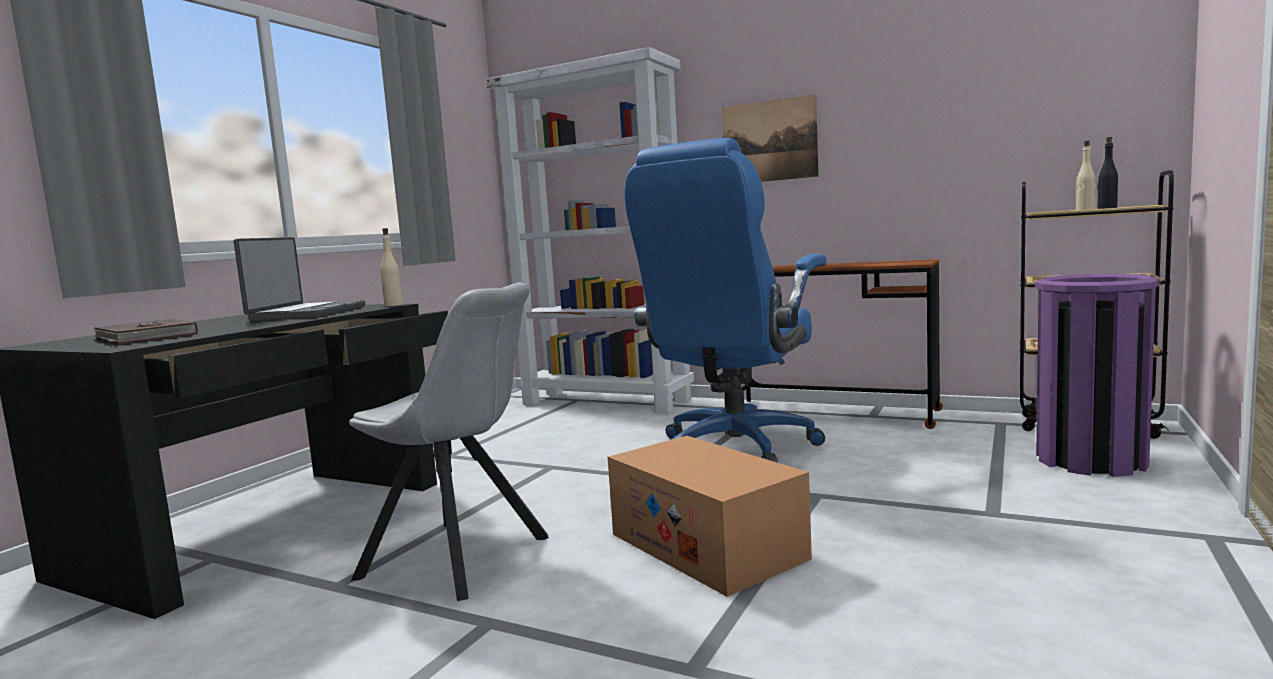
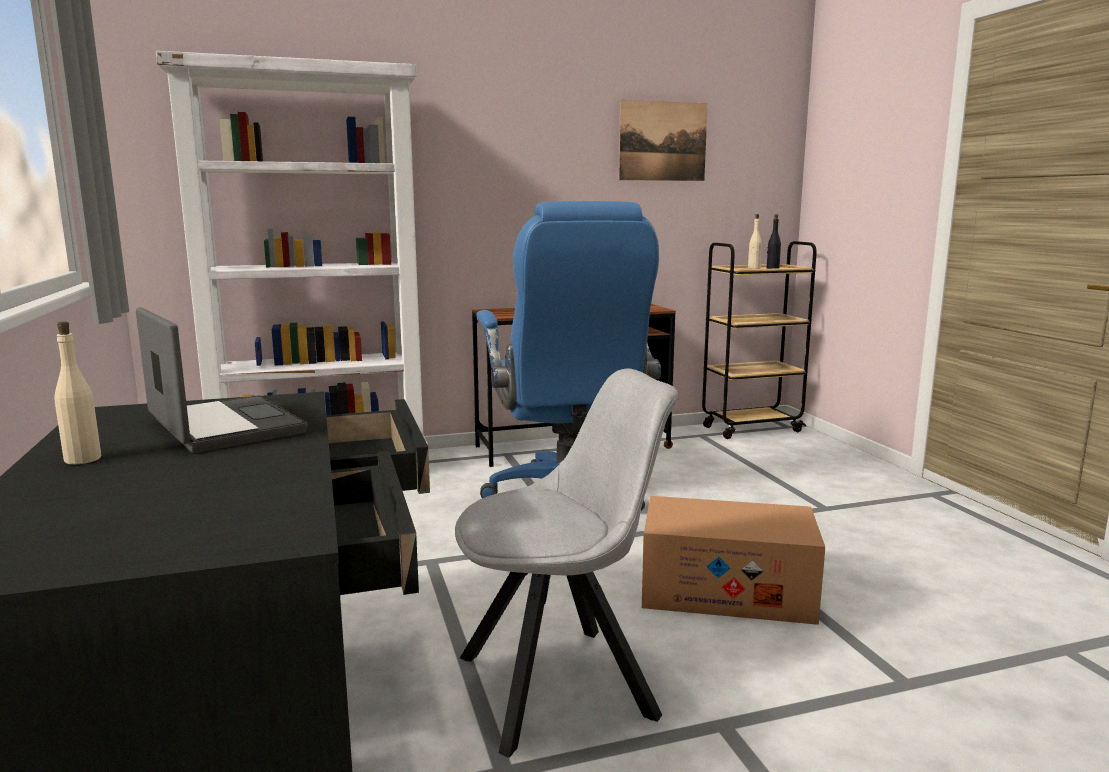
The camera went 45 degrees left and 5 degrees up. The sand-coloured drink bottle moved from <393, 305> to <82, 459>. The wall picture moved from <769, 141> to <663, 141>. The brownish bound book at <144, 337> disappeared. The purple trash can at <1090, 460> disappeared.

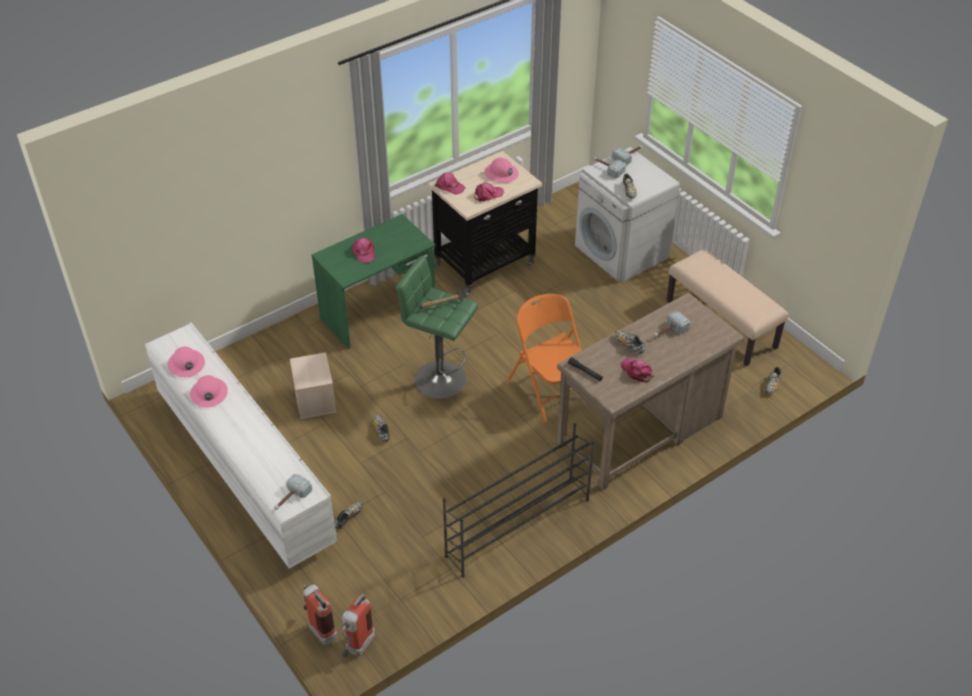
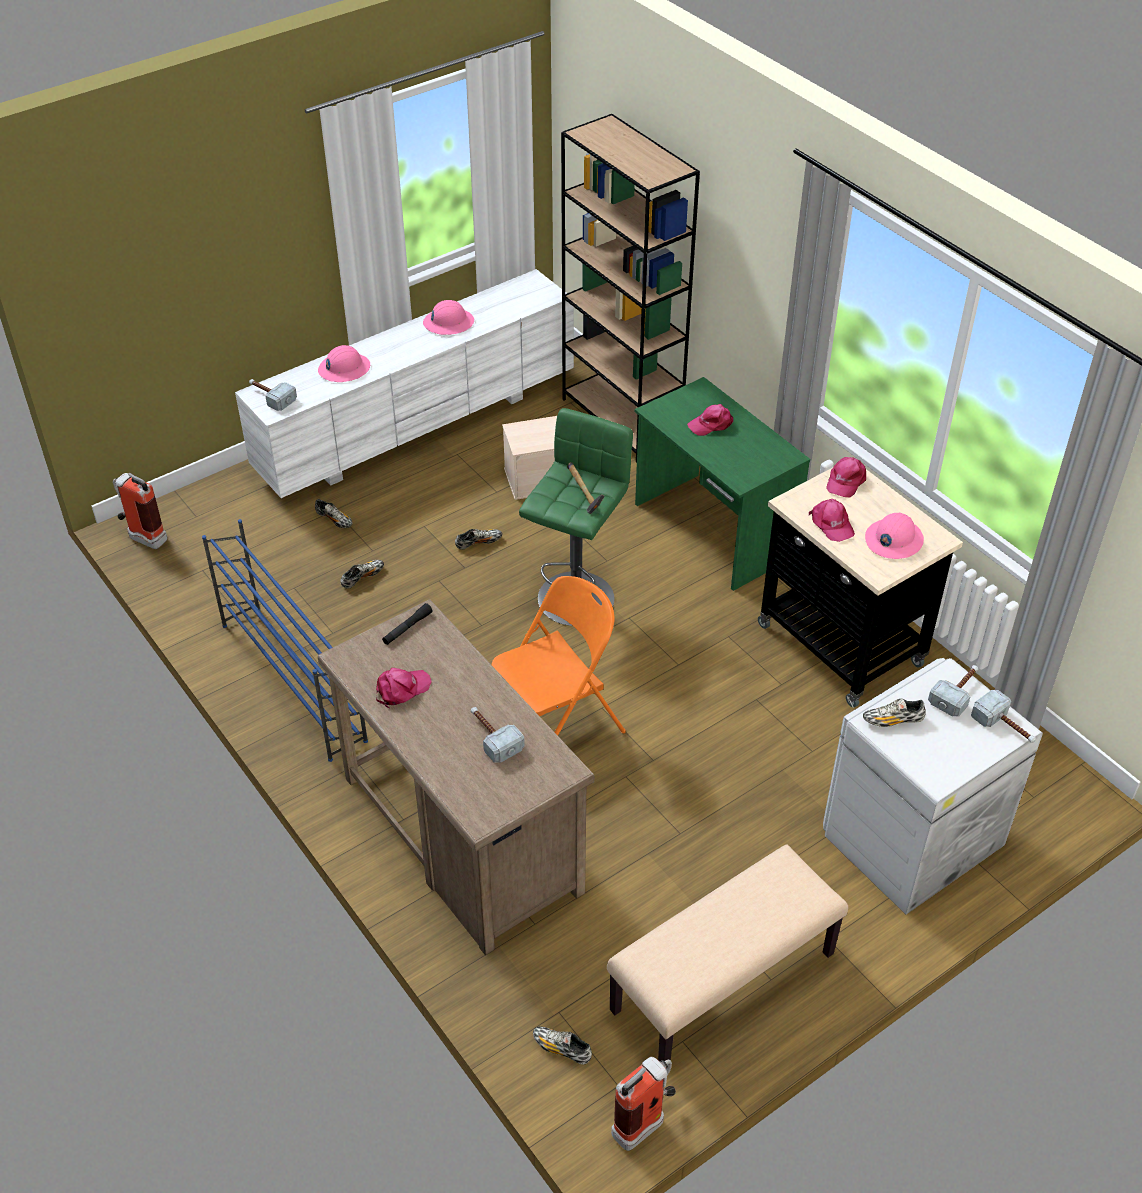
The camera went 90 degrees right and 0 degrees up. The blackish shoe stand at <517, 527> became the blue-coloured shoe stand at <292, 680>. The pink safety helmet moved from <186, 364> to <344, 369>. The low shoe moved from <629, 345> to <362, 577>. The sand-coloured bookcase at <622, 420> appeared. The extinguisher moved from <319, 628> to <645, 1122>.

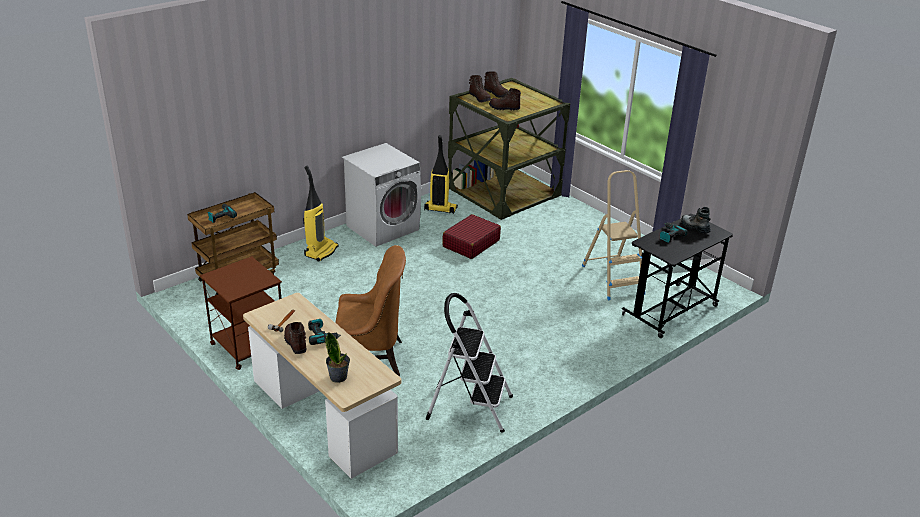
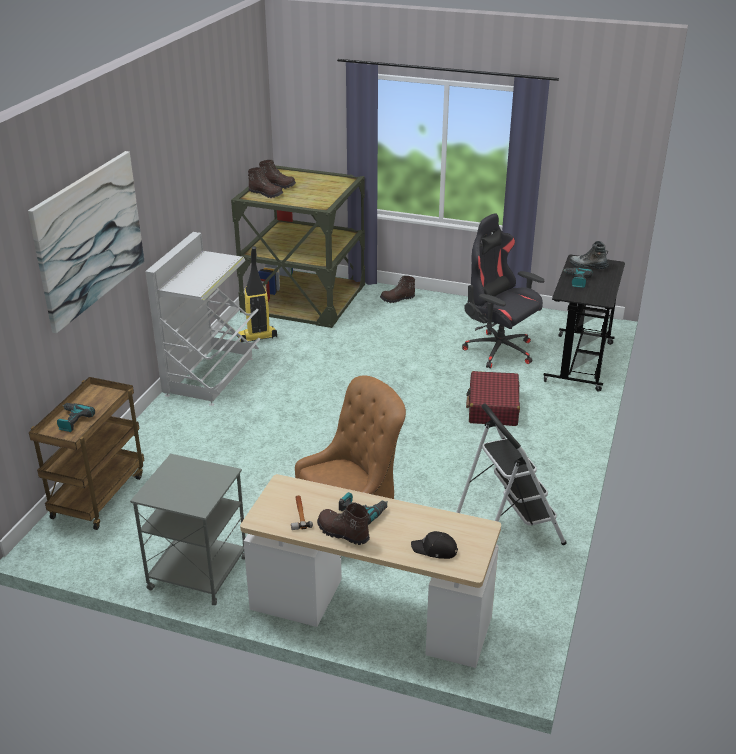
The camera went 30 degrees left and 0 degrees up. The wall picture at <89, 238> appeared. The brownish cart at <247, 346> became the greyish cart at <197, 572>. The white laundry appliance at <382, 227> was replaced by the white shoe stand at <213, 377>. The brownish boot moved from <504, 108> to <397, 299>. The potted plant at <338, 377> was replaced by the blackish baseball cap at <435, 550>. The sand-coloured step stool at <613, 280> was replaced by the blackish computer chair at <500, 351>. The red-coloured travel case moved from <471, 243> to <493, 407>. The vacuum cleaner at <321, 251> disappeared.

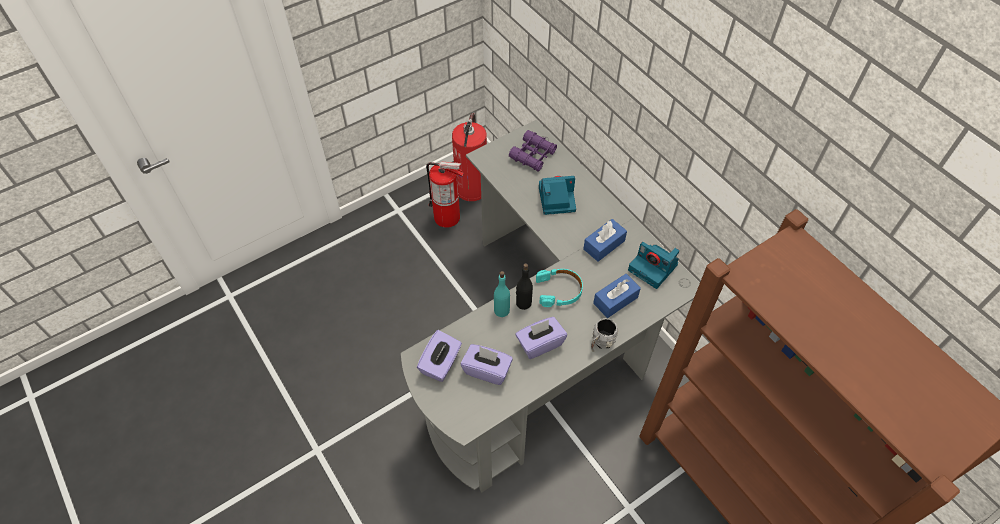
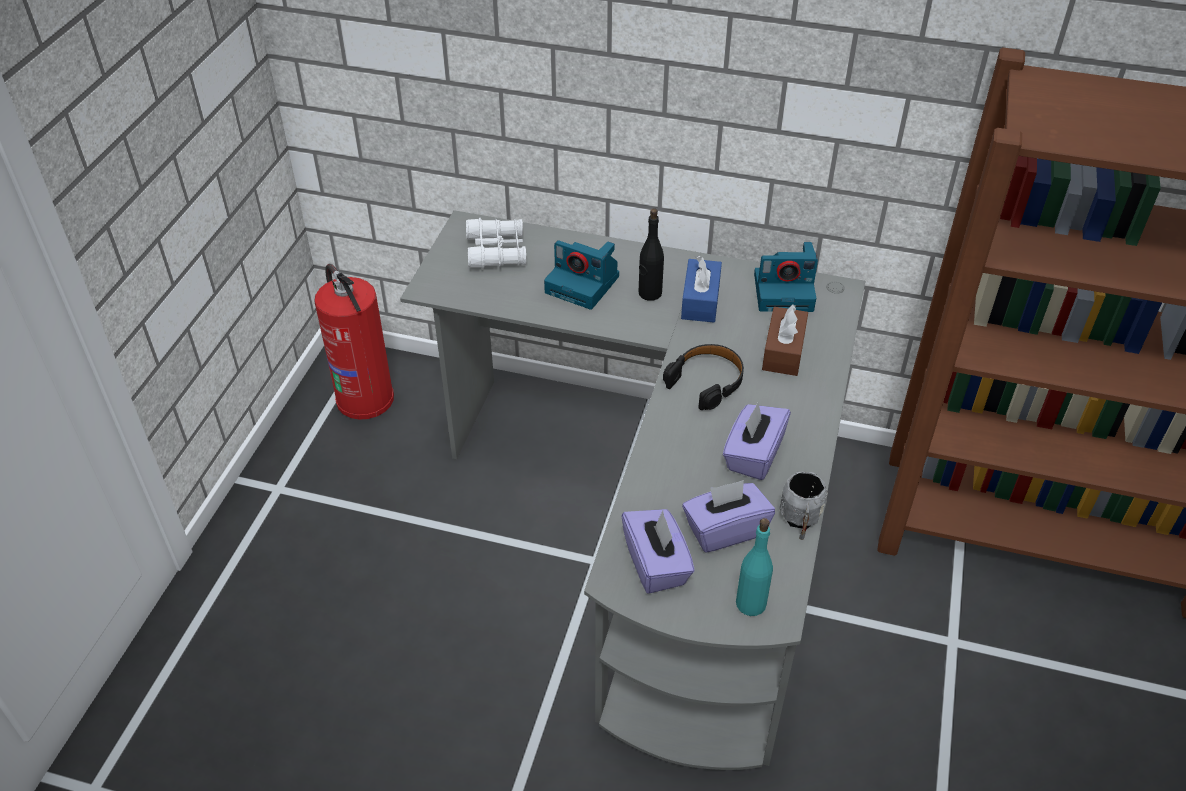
The camera went 40 degrees left and 10 degrees down. The purple field glasses at <533, 155> became the white field glasses at <496, 251>. The photo camera at <556, 199> turned 105 degrees counterclockwise. The blackish drink bottle moved from <523, 303> to <649, 293>. The turquoise pair of headphones at <559, 290> became the blackish pair of headphones at <706, 381>. The turquoise drink bottle moved from <502, 310> to <750, 603>. The blue-coloured tissue box at <615, 300> became the brownish tissue box at <783, 351>. The greyish tea mug moved from <600, 343> to <800, 521>. The extinguisher at <447, 217> disappeared.

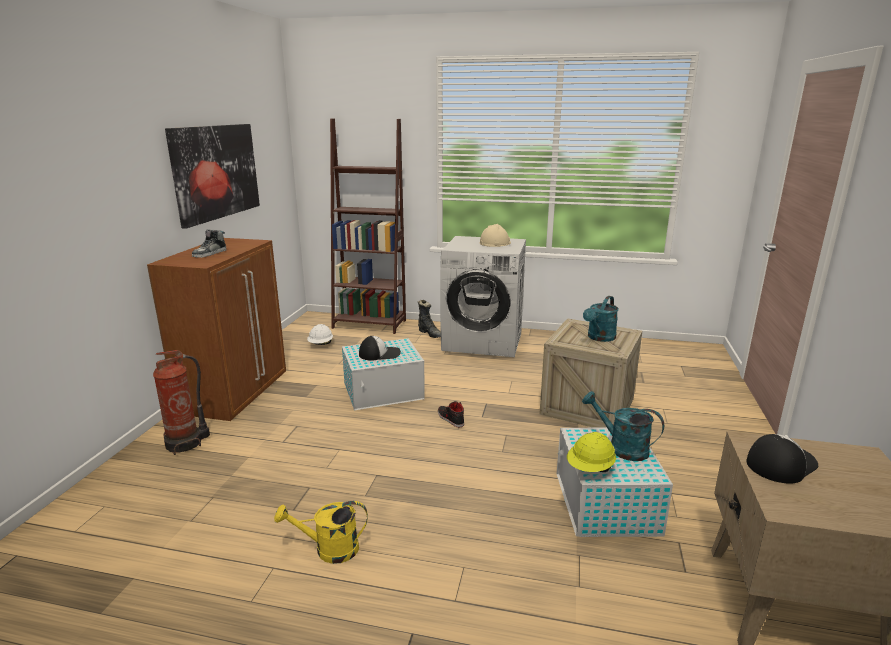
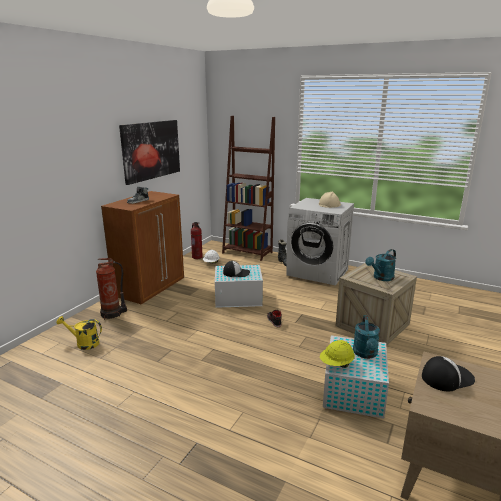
The camera went 15 degrees right and 0 degrees up. The yellow sprinkling can moved from <329, 550> to <84, 343>. The extinguisher at <197, 257> appeared. The turquoise sprinkling can at <621, 447> turned 135 degrees counterclockwise.

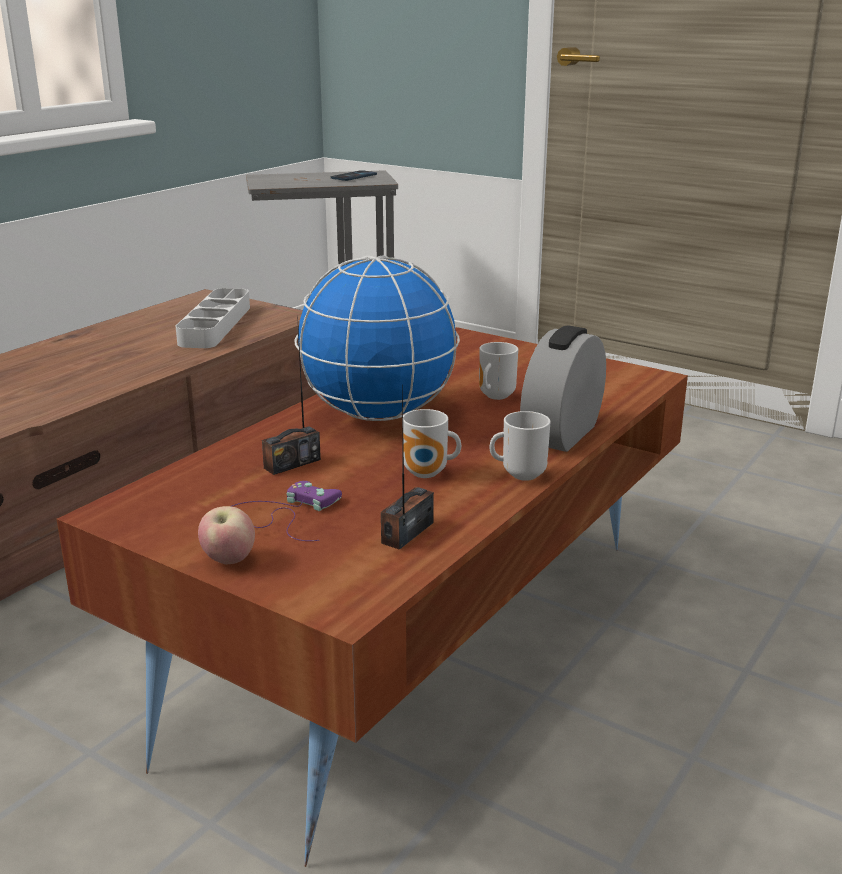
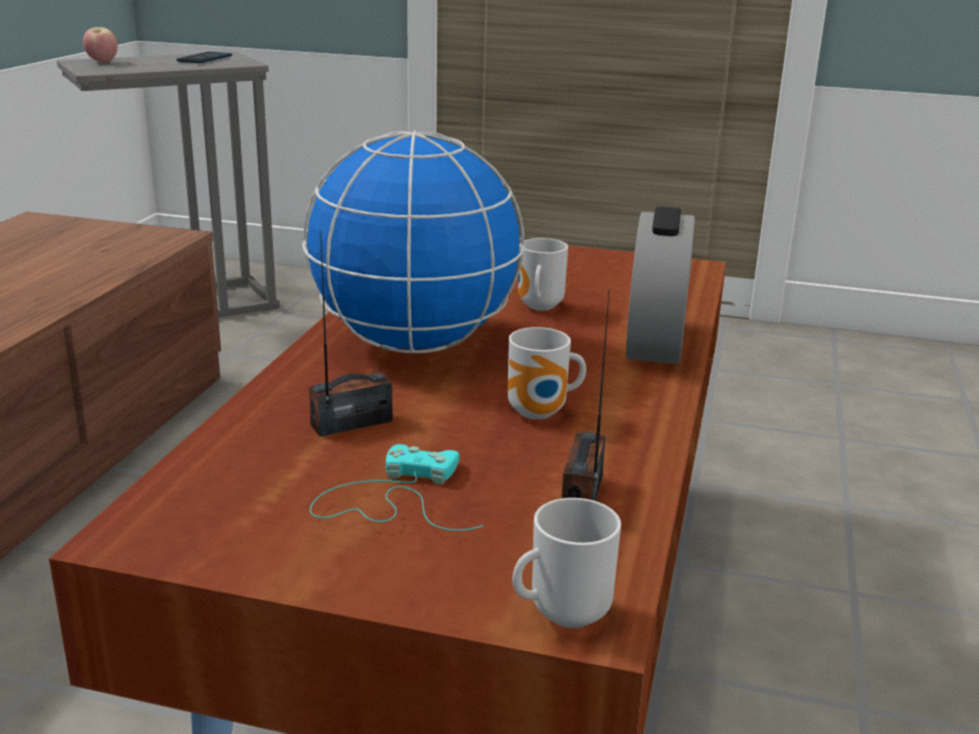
The camera went 20 degrees left and 0 degrees up. The whole apple moved from <229, 560> to <102, 62>. The radio receiver at <292, 463> turned 150 degrees counterclockwise. The purple joypad at <281, 515> became the turquoise joypad at <394, 498>. The tea mug moved from <520, 474> to <562, 614>. The greyish serving tray at <215, 325> disappeared.

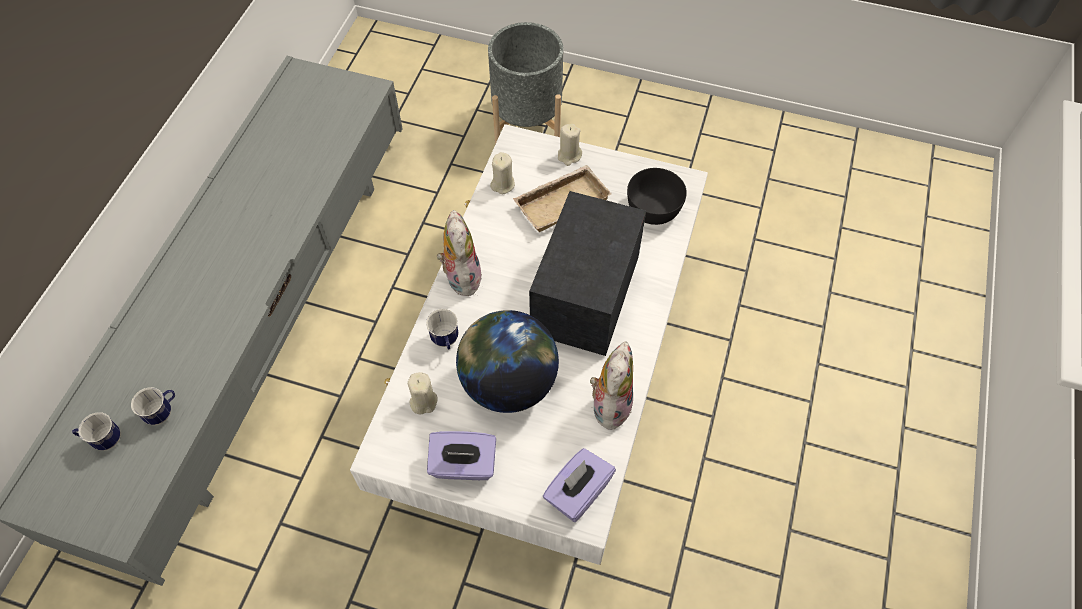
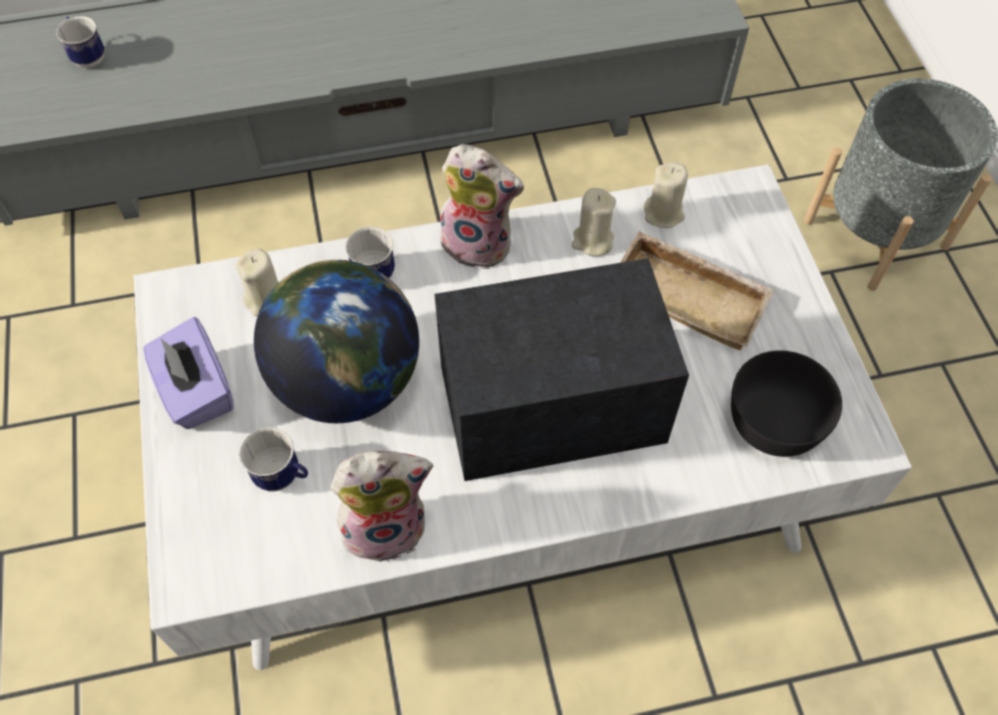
The camera went 60 degrees right and 0 degrees up. The tea mug moved from <163, 412> to <283, 477>. The soft toy at <461, 276> turned 60 degrees clockwise. The sand-coloured wax candle moved from <569, 156> to <592, 241>. The purple tissue box at <577, 492> disappeared.

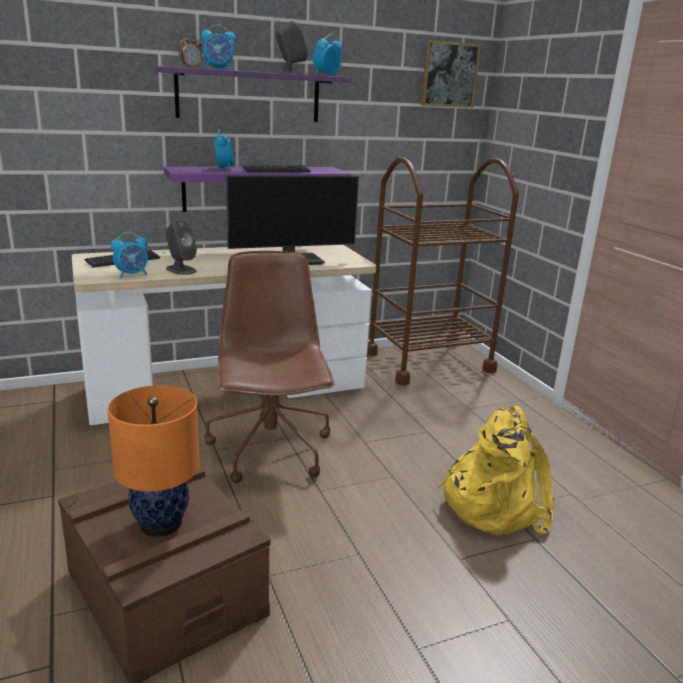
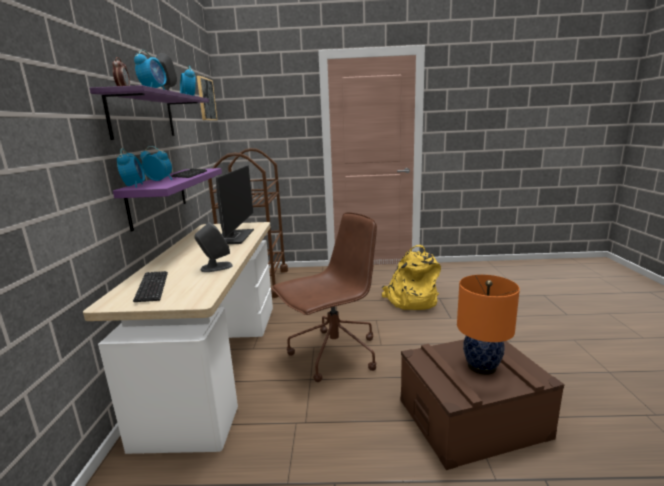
The camera went 65 degrees left and 5 degrees down. The bedside clock moved from <132, 275> to <134, 186>. The brownish computer chair at <271, 454> turned 135 degrees clockwise.

